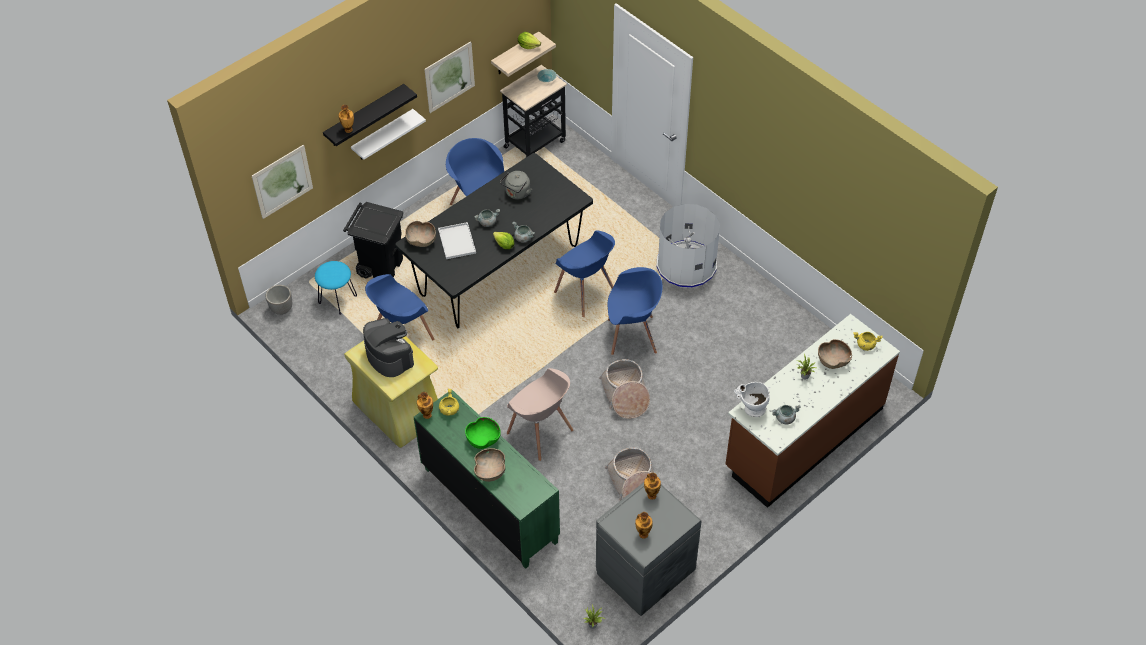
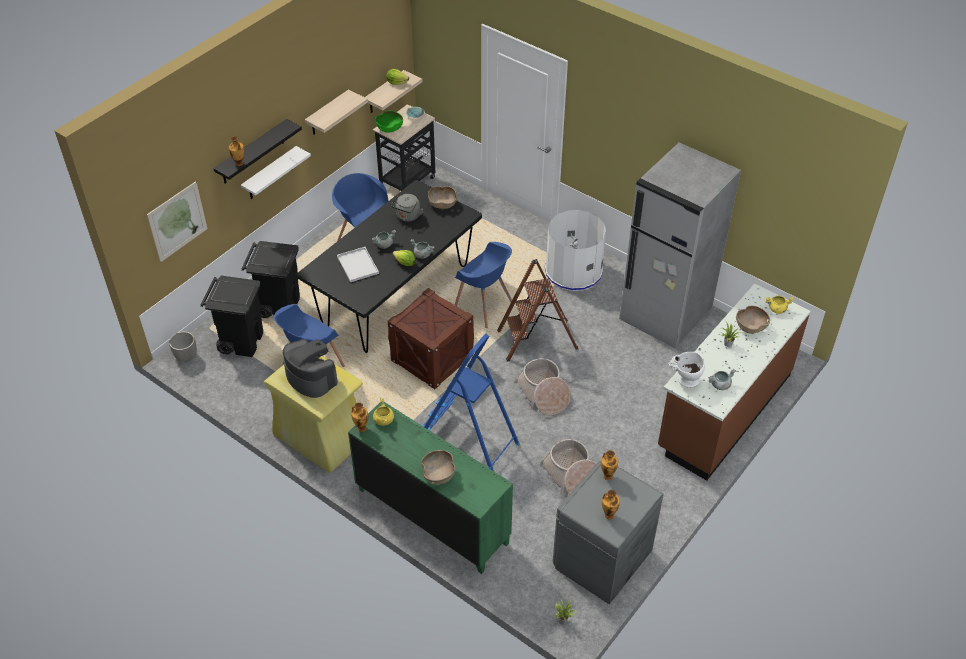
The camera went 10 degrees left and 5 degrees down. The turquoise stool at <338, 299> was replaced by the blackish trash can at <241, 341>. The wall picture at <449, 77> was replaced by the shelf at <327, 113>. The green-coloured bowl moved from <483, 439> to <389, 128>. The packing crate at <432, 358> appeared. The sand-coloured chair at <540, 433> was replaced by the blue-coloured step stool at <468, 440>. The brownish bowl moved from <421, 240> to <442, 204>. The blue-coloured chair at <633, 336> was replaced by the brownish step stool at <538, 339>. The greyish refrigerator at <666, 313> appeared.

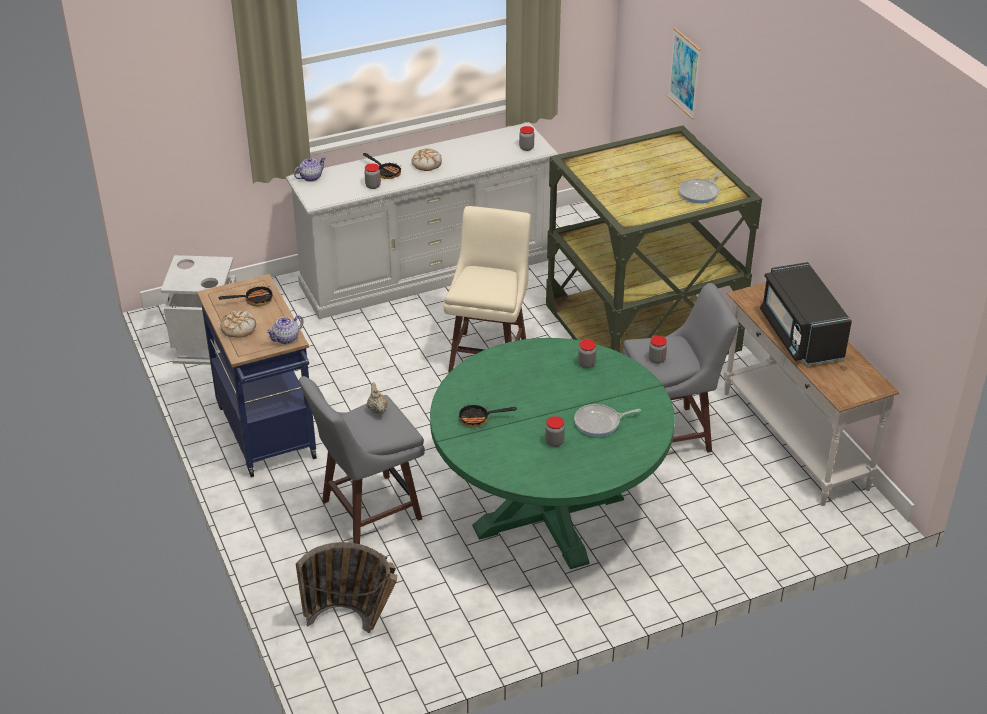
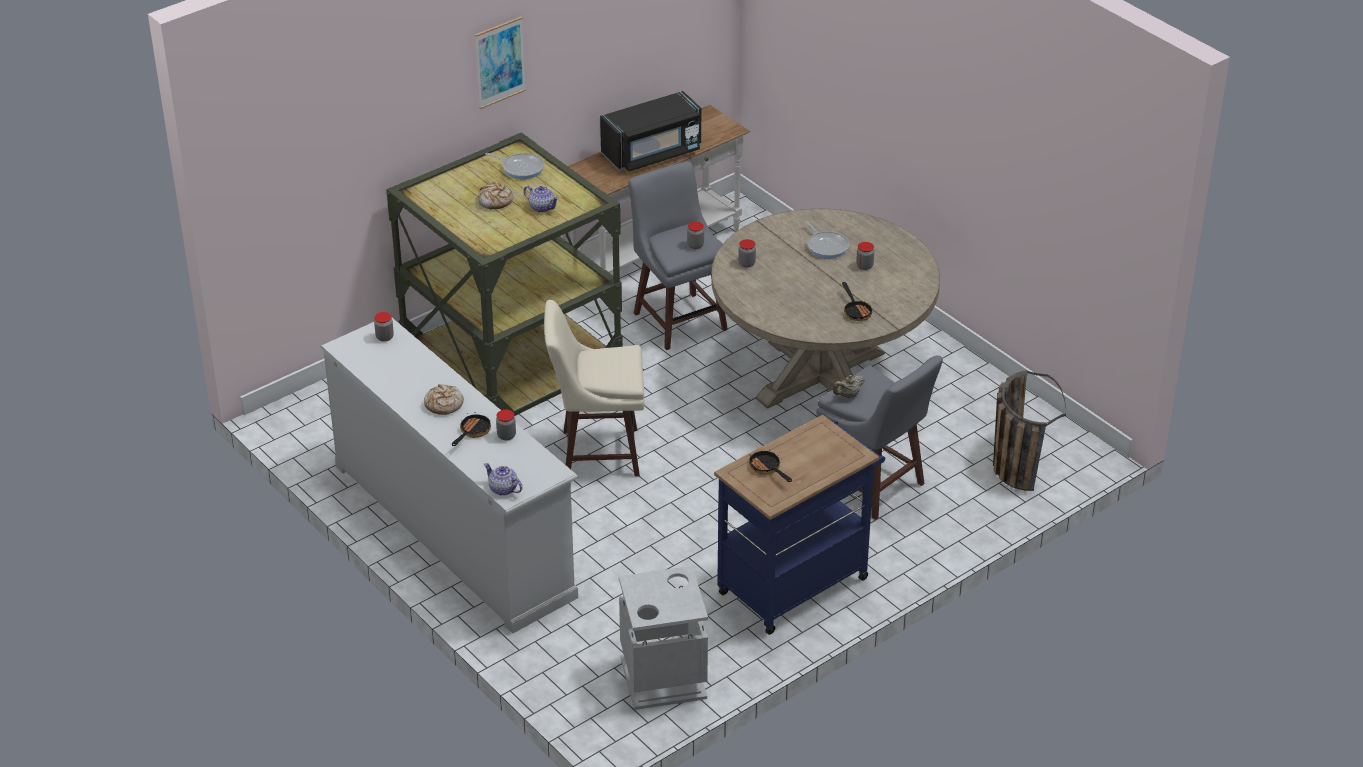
The camera went 105 degrees left and 0 degrees up. The wall picture moved from <684, 73> to <500, 62>. The bakery bread moved from <238, 328> to <495, 201>. The tea pot moved from <286, 338> to <541, 207>. The green-coloured dinner table at <549, 513> became the sand-coloured dinner table at <820, 376>.

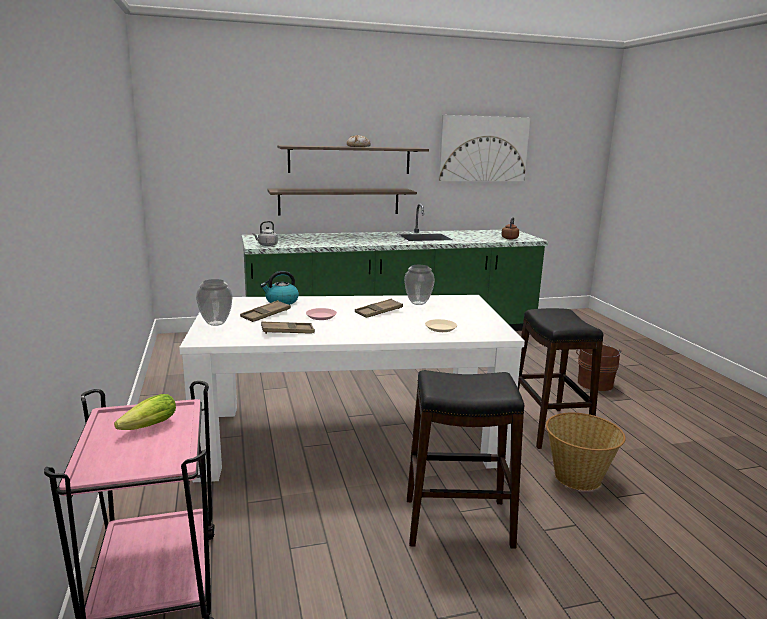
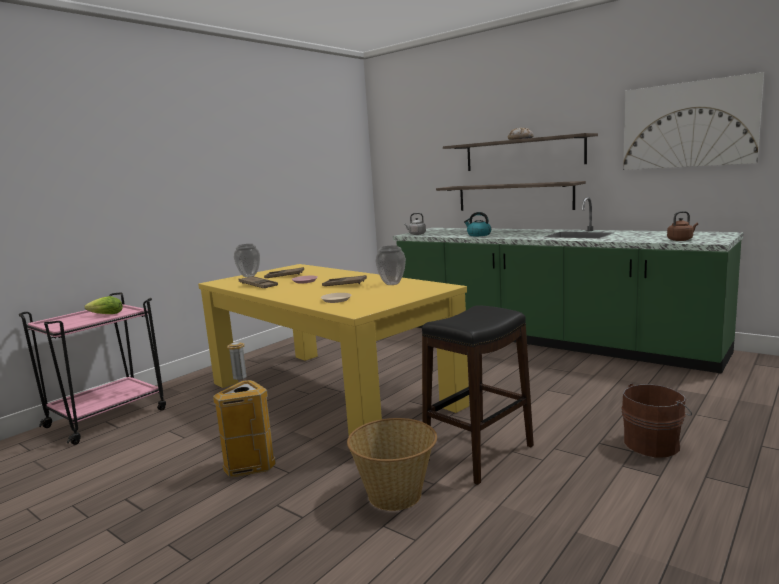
The camera went 55 degrees right and 5 degrees down. The white dinner table at <350, 435> became the yellow dinner table at <330, 394>. The blackish stool at <457, 523> was replaced by the trash can at <250, 467>. The kettle moved from <281, 301> to <478, 235>.

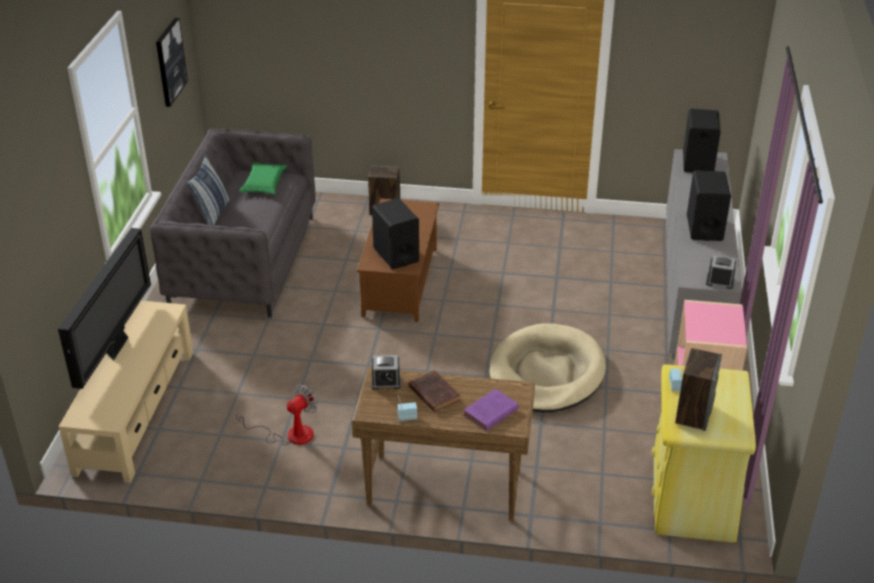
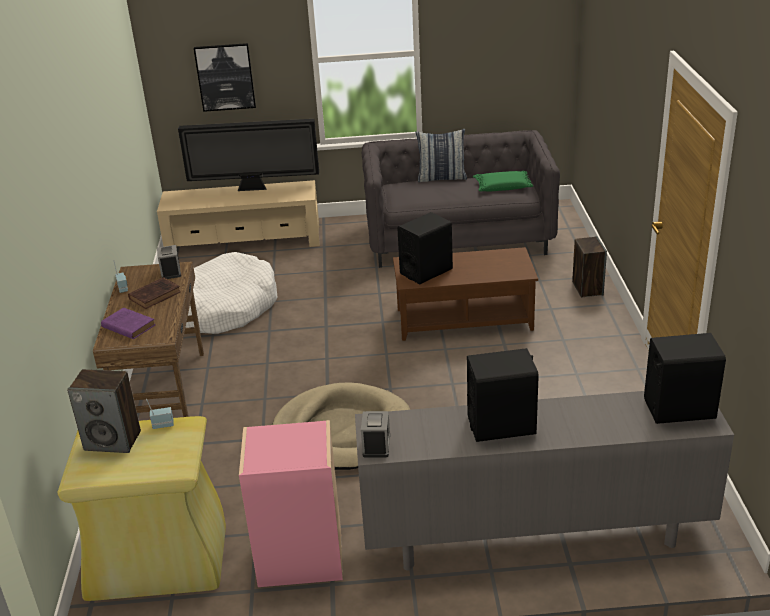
The camera went 80 degrees right and 5 degrees down. The fan at <290, 434> was replaced by the white dog bed at <225, 307>. The wall picture moved from <170, 62> to <225, 77>.

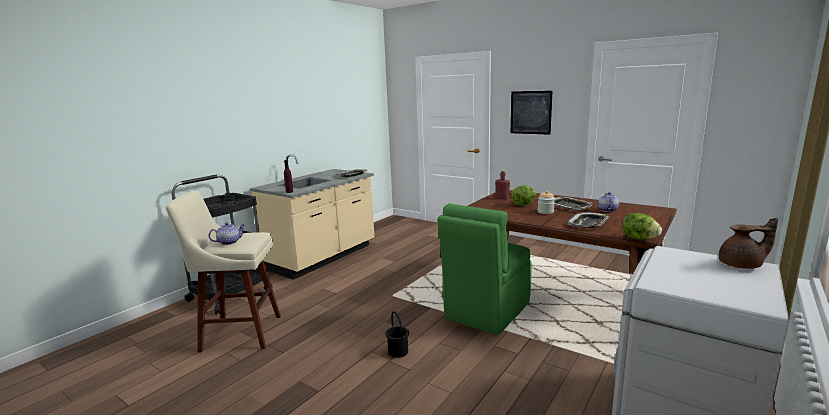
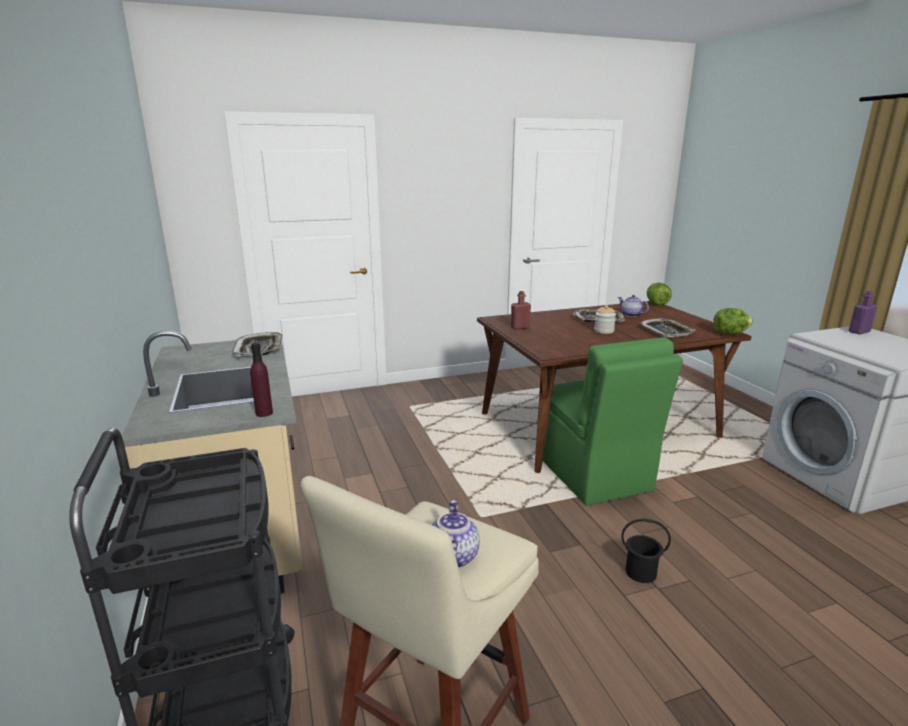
The camera went 55 degrees left and 5 degrees up. The lettuce moved from <523, 204> to <656, 304>. The brownish tea pot at <742, 265> was replaced by the purple drink bottle at <859, 332>. The wall picture at <530, 112> disappeared.

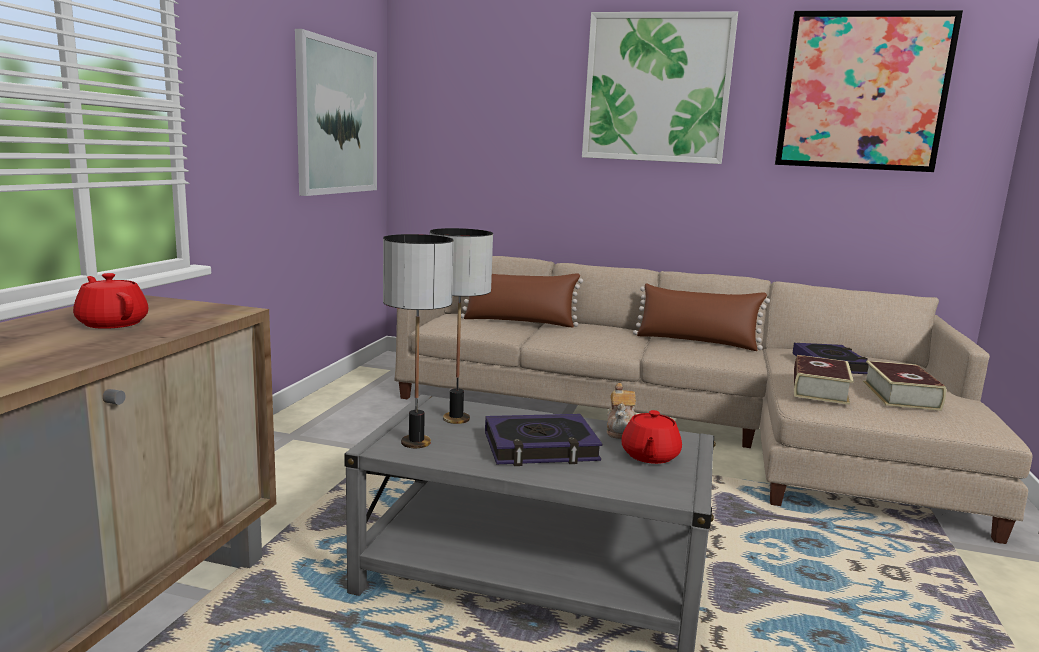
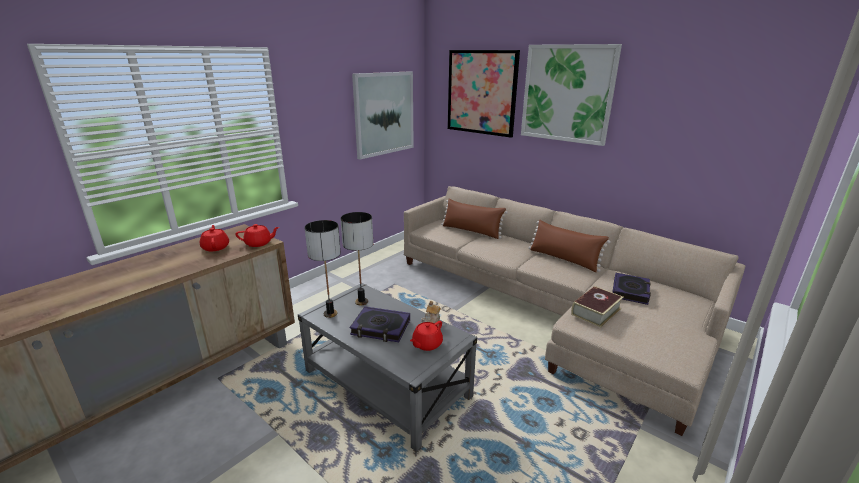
The camera went 25 degrees right and 10 degrees up. The red-coloured tea pot at <259, 243> appeared. The wall picture moved from <863, 92> to <481, 92>. The bound book at <900, 395> disappeared.

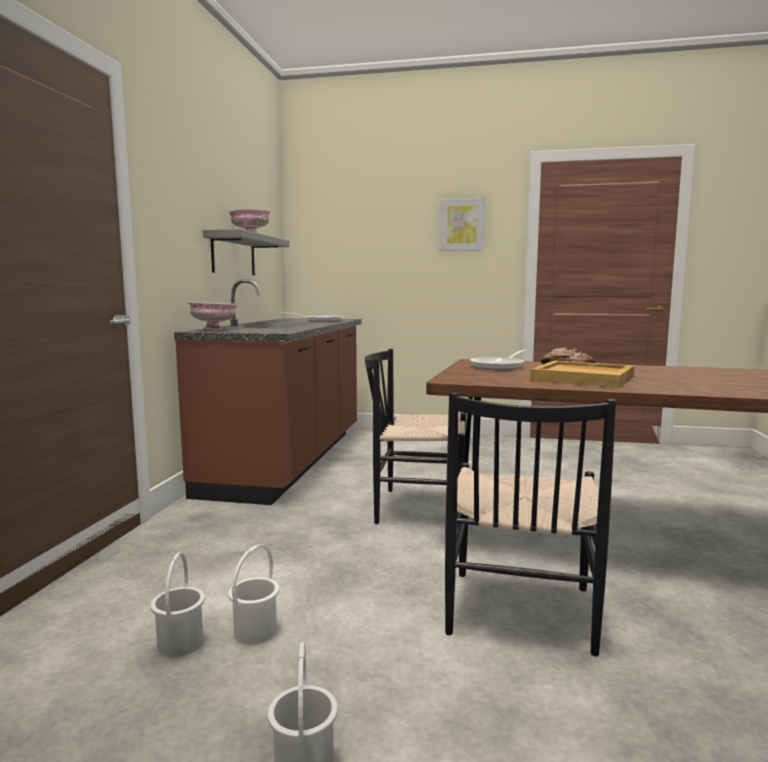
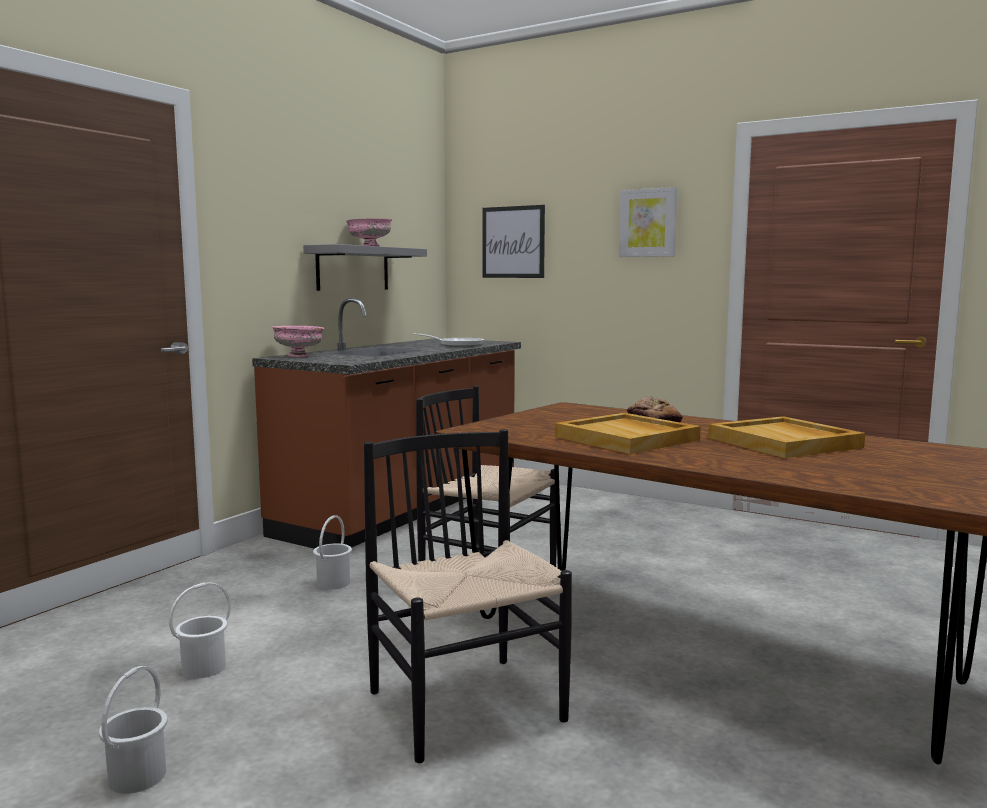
The camera went 20 degrees right and 0 degrees up. The white bucket moved from <179, 643> to <332, 583>. The blackish chair at <519, 615> turned 120 degrees clockwise. The wall picture at <513, 242> appeared. The sand-coloured serving tray at <785, 442> appeared. The frying pan at <499, 366> disappeared.

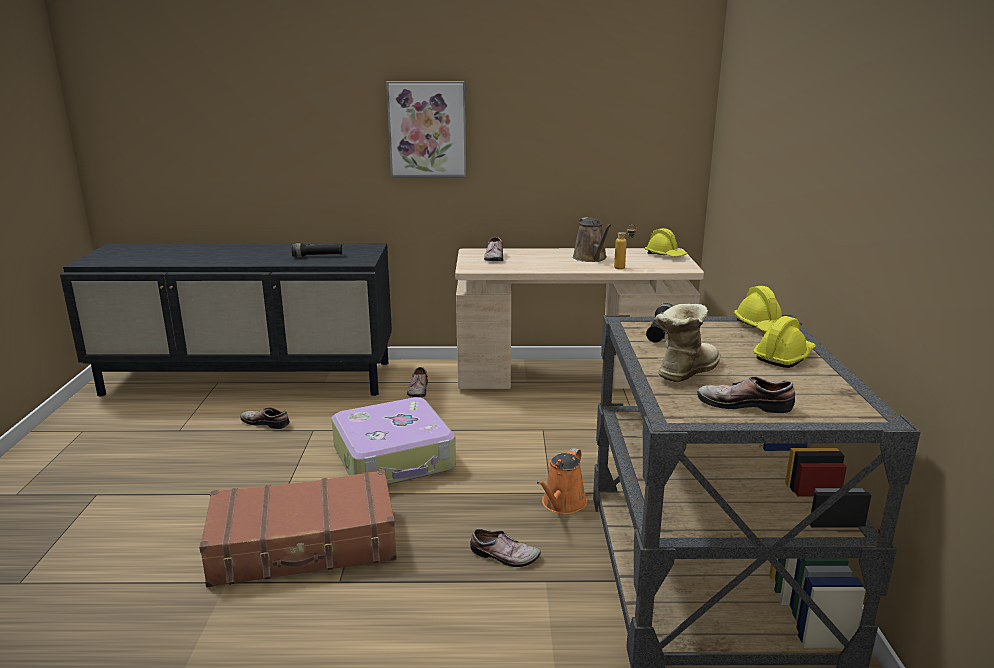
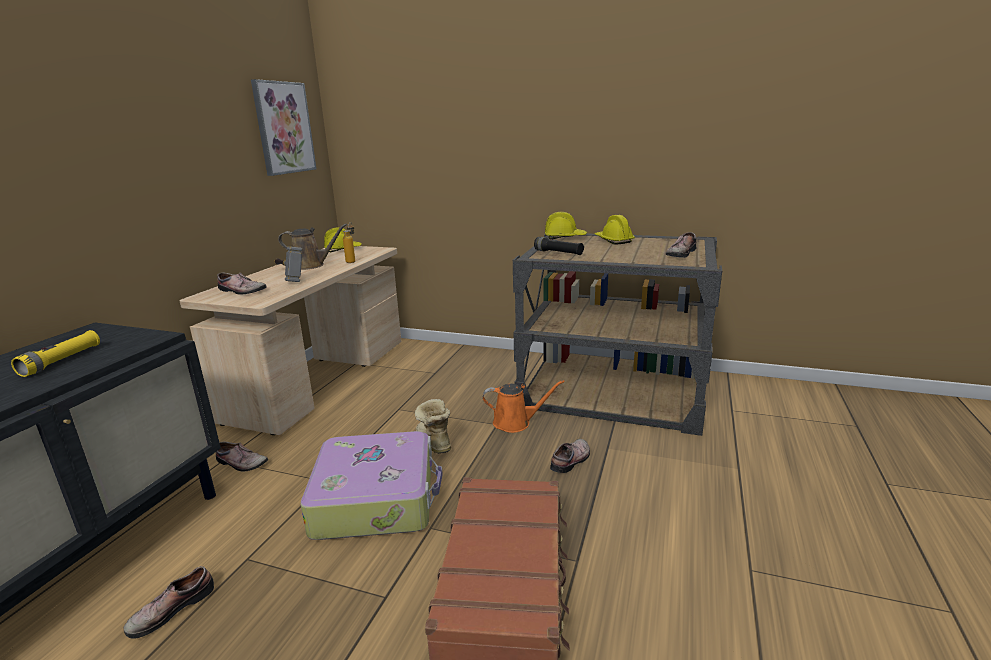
The camera went 70 degrees left and 0 degrees up. The blackish hand torch at <317, 256> became the yellow hand torch at <62, 361>. The wall picture moved from <427, 129> to <283, 128>. The tool hammer at <288, 277> appeared. The boot moved from <684, 372> to <432, 444>. The orangey sprinkling can at <562, 504> turned 45 degrees counterclockwise.

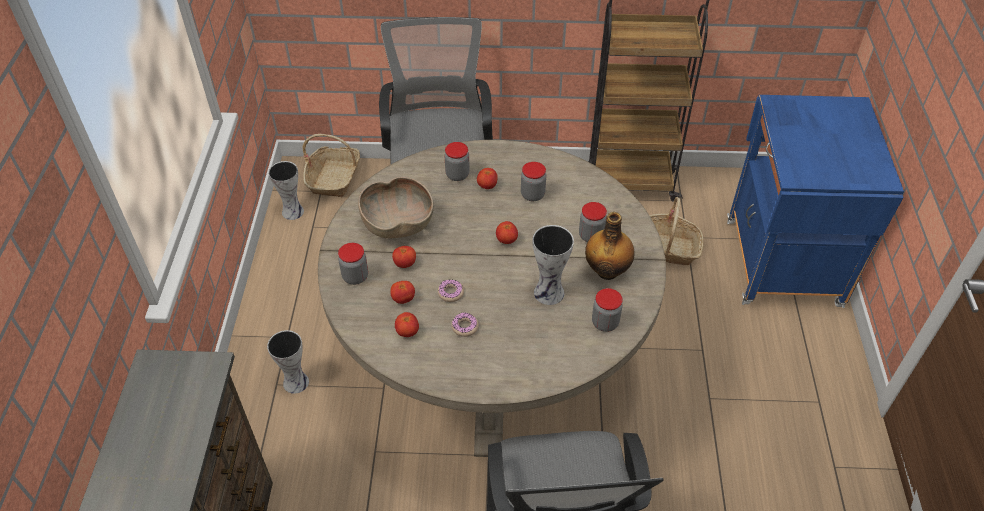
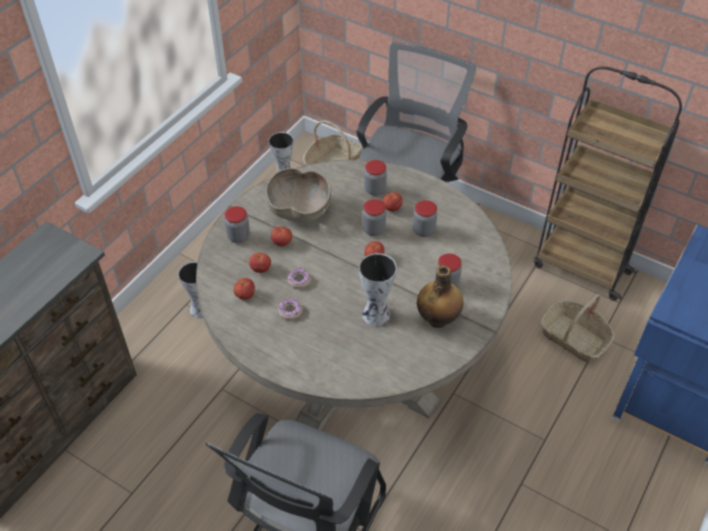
The camera went 30 degrees right and 0 degrees up. The preserve jar moved from <605, 323> to <373, 229>.

